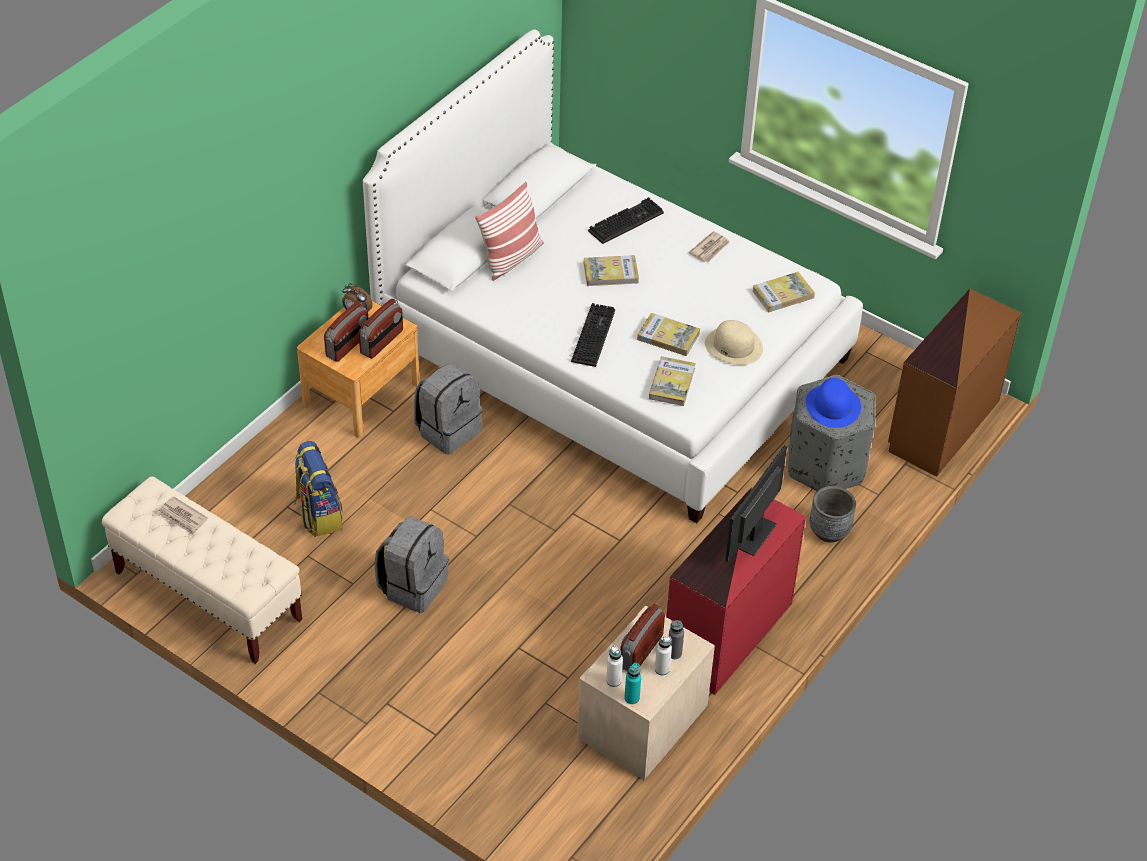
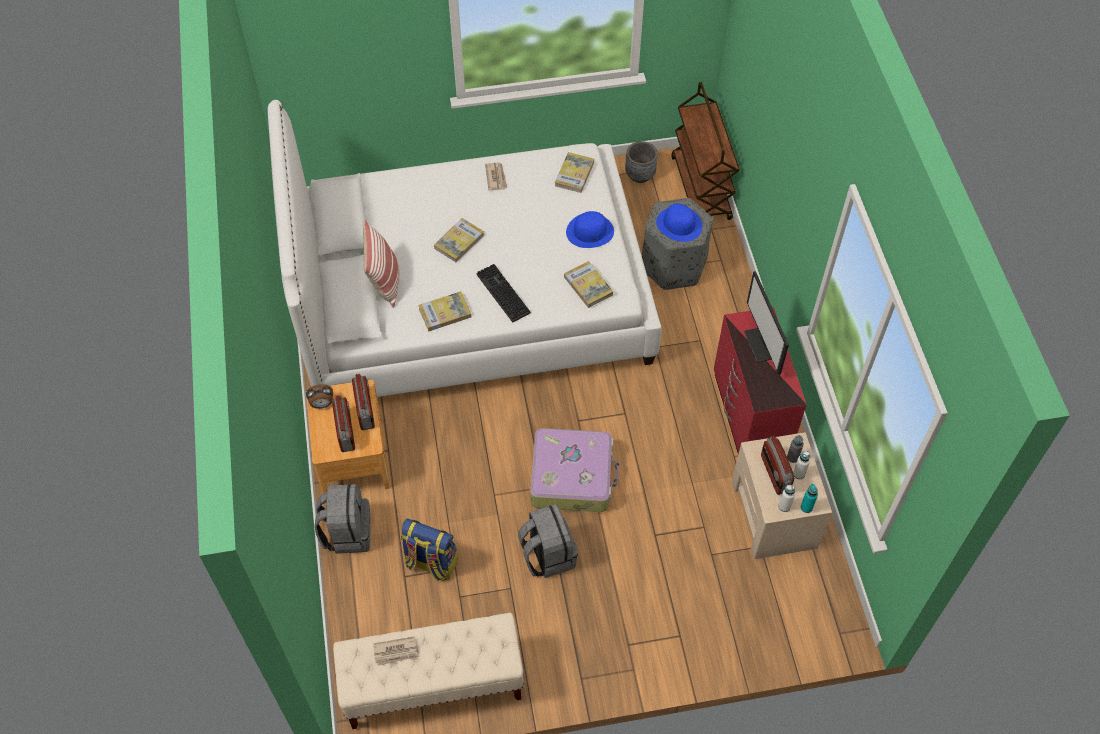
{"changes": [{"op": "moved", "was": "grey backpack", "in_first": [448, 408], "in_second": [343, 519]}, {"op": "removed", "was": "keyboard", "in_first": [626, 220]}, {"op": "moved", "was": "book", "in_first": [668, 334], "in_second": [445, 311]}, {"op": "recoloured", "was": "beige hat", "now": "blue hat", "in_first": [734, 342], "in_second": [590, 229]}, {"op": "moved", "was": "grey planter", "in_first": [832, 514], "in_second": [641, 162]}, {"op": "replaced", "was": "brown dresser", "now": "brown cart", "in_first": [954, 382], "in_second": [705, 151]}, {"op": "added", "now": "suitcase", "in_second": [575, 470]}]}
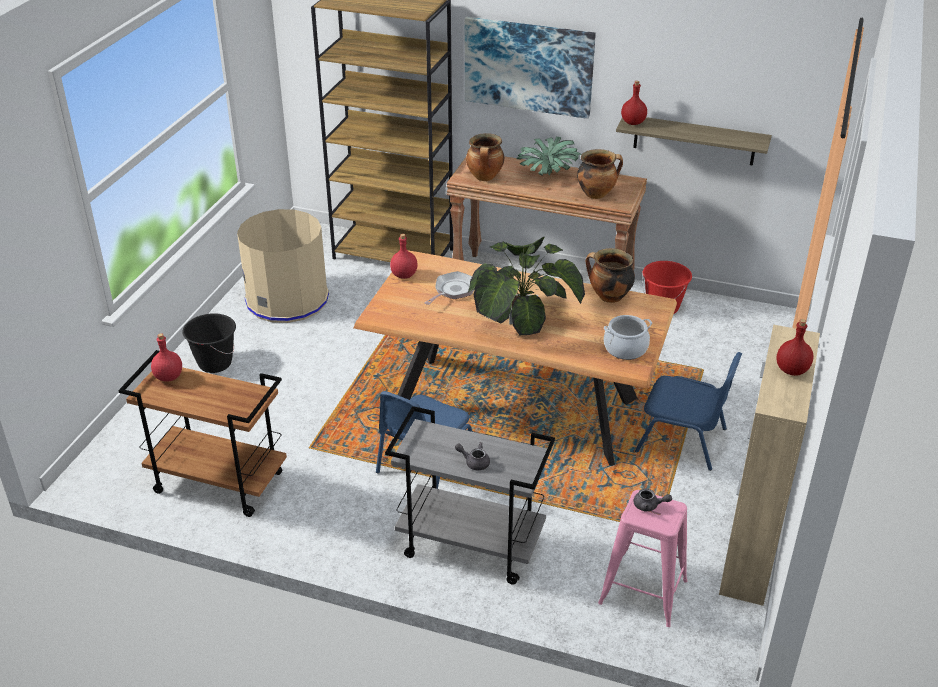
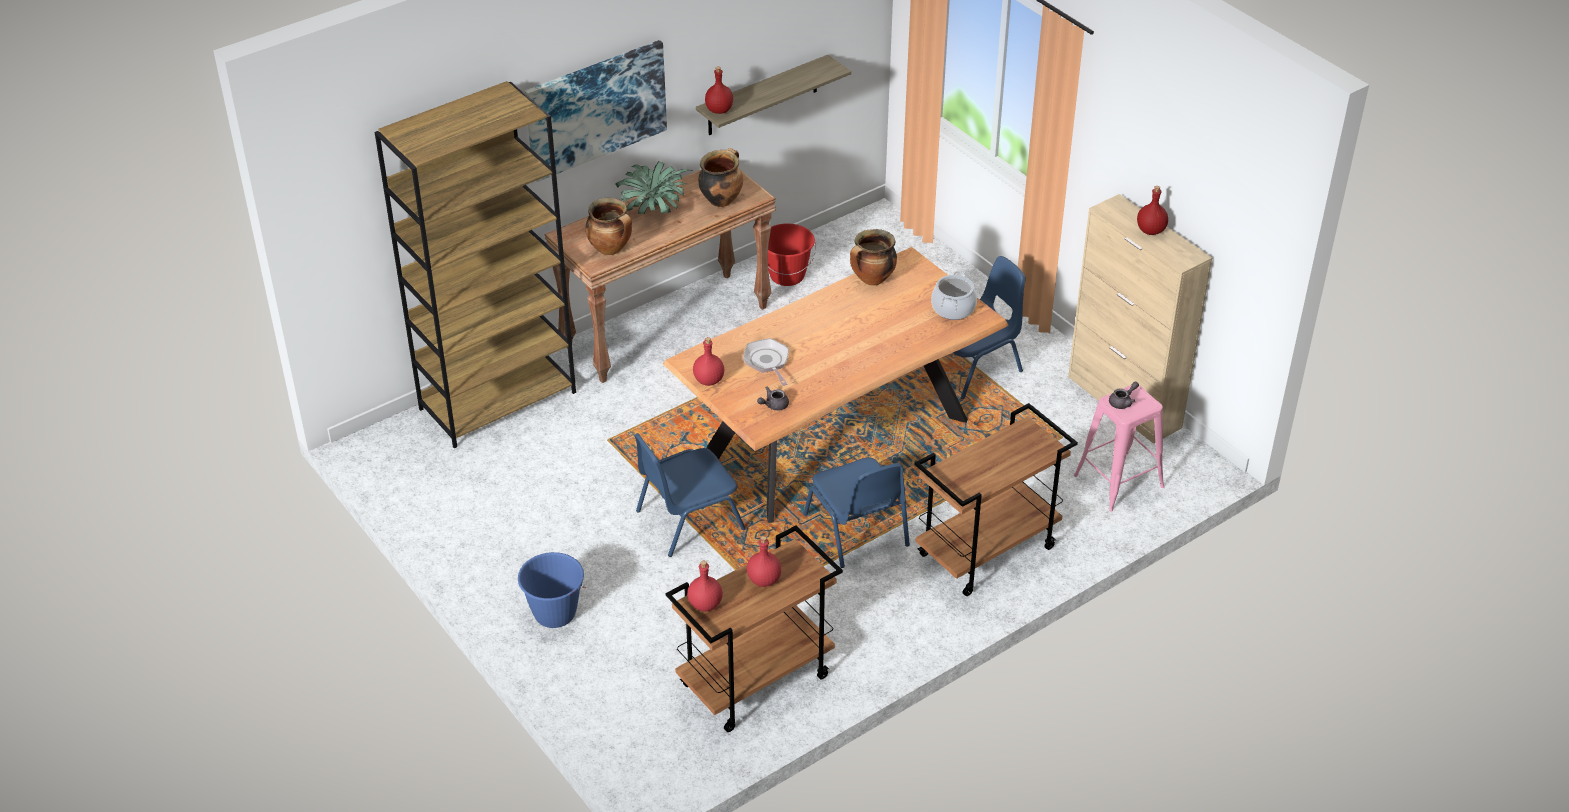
{"changes": [{"op": "recoloured", "was": "black bucket", "now": "blue bucket", "in_first": [209, 343], "in_second": [552, 590]}, {"op": "removed", "was": "beige trash can", "in_first": [283, 266]}, {"op": "recoloured", "was": "grey cart", "now": "brown cart", "in_first": [470, 495], "in_second": [996, 499]}, {"op": "moved", "was": "grey teapot", "in_first": [472, 456], "in_second": [773, 399]}, {"op": "removed", "was": "potted plant", "in_first": [526, 285]}, {"op": "added", "now": "blue chair", "in_second": [690, 495]}, {"op": "added", "now": "red bottle", "in_second": [764, 561]}]}
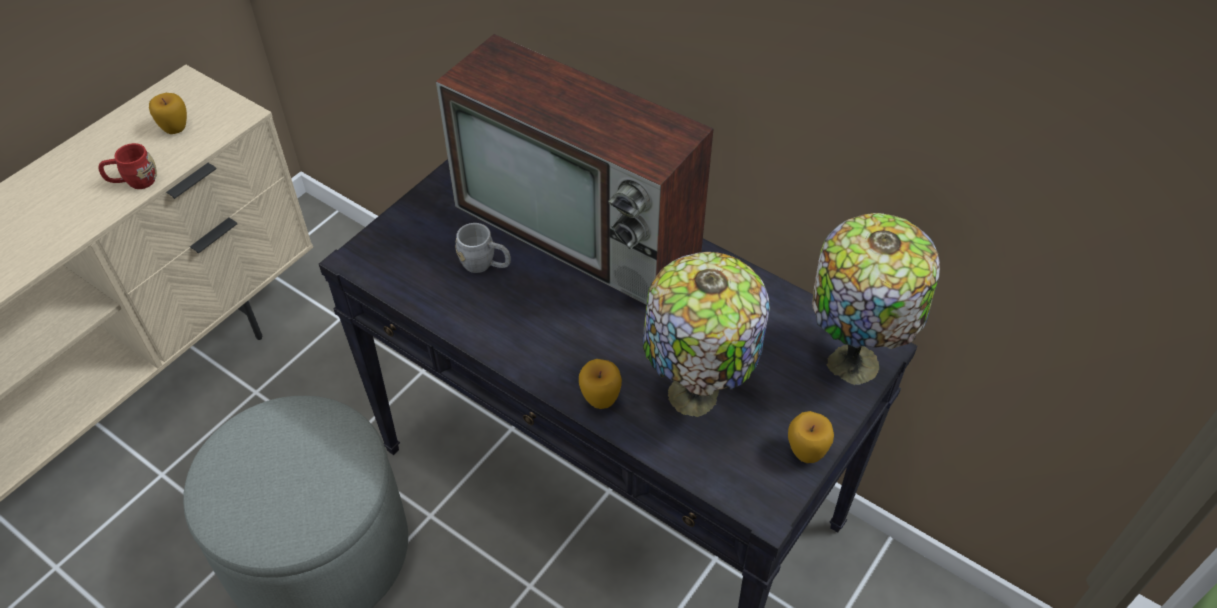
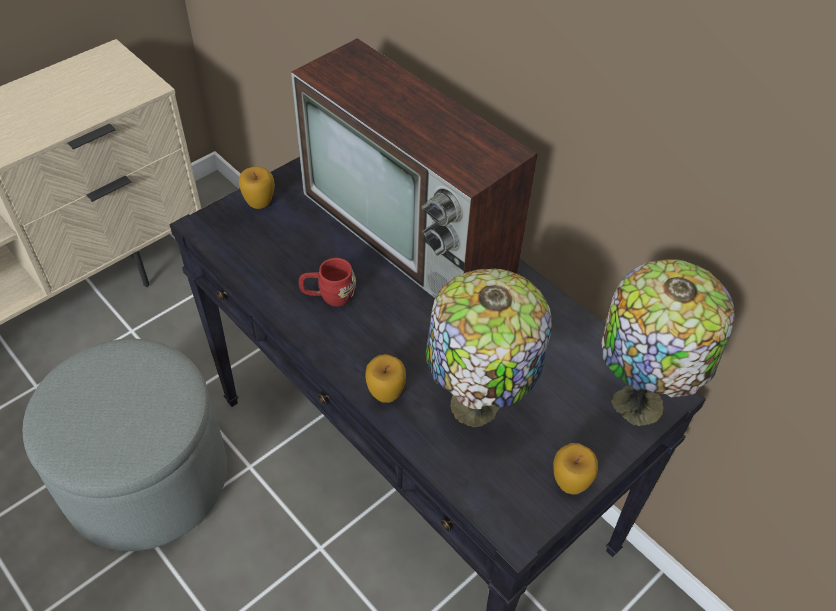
{"changes": [{"op": "moved", "was": "red mug", "in_first": [127, 166], "in_second": [327, 282]}, {"op": "moved", "was": "apple", "in_first": [168, 113], "in_second": [257, 187]}, {"op": "removed", "was": "grey mug", "in_first": [483, 248]}]}
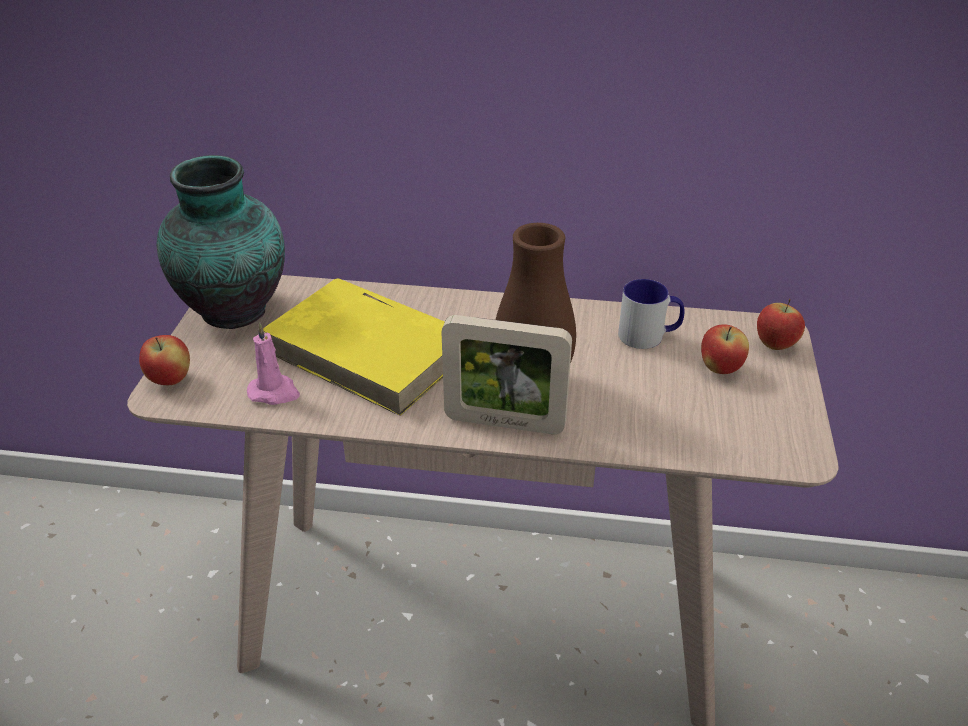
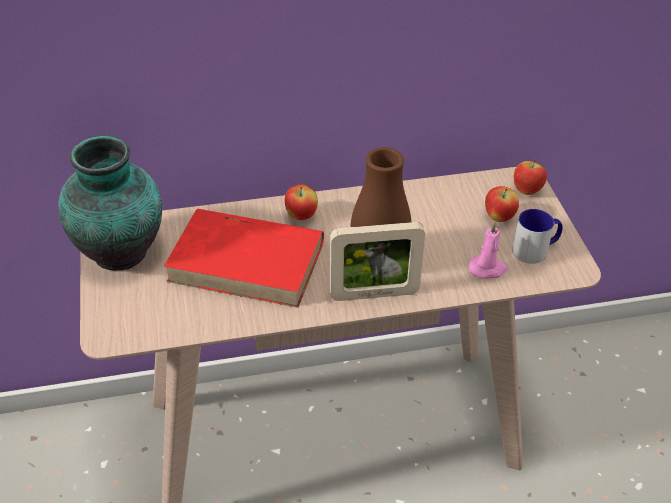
{"changes": [{"op": "moved", "was": "apple", "in_first": [164, 360], "in_second": [301, 202]}, {"op": "moved", "was": "pink candle", "in_first": [273, 363], "in_second": [488, 250]}, {"op": "recoloured", "was": "yellow book", "now": "red book", "in_first": [354, 347], "in_second": [244, 258]}, {"op": "moved", "was": "mug", "in_first": [651, 314], "in_second": [537, 236]}]}
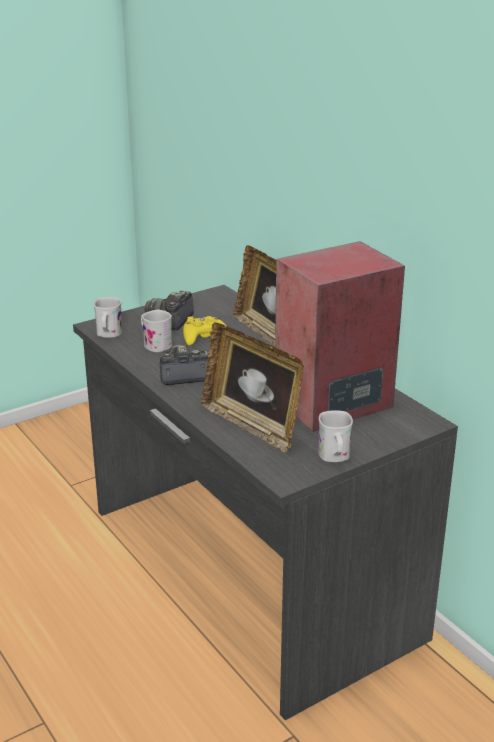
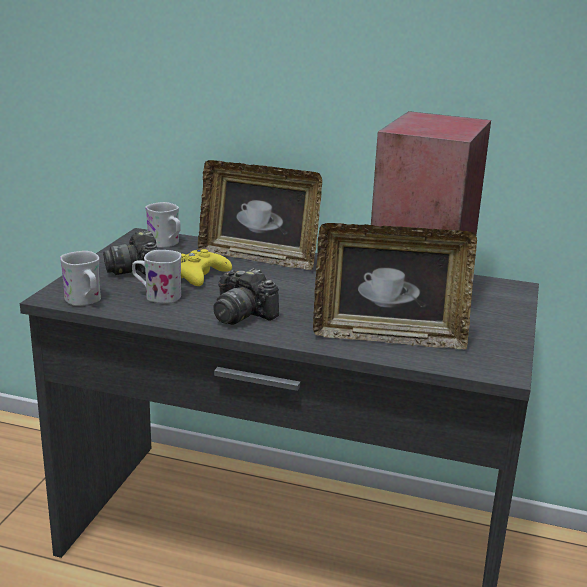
{"changes": [{"op": "turned", "was": "photo camera", "in_first": [184, 365], "in_second": [246, 296], "clockwise": -90}, {"op": "moved", "was": "white mug", "in_first": [335, 436], "in_second": [163, 225]}]}
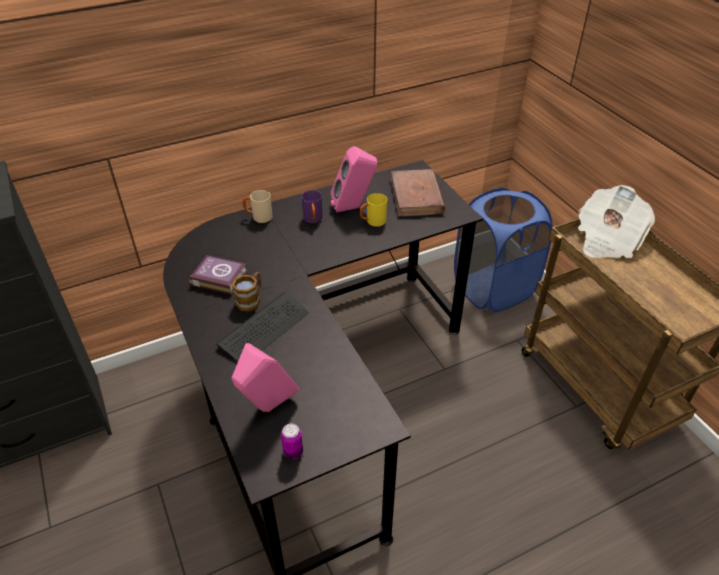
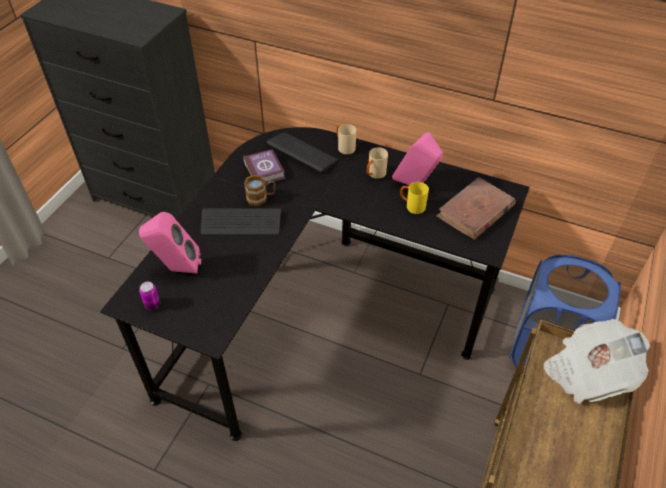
{"changes": [{"op": "recoloured", "was": "purple mug", "now": "beige mug", "in_first": [312, 206], "in_second": [377, 162]}, {"op": "added", "now": "keyboard", "in_second": [302, 153]}]}
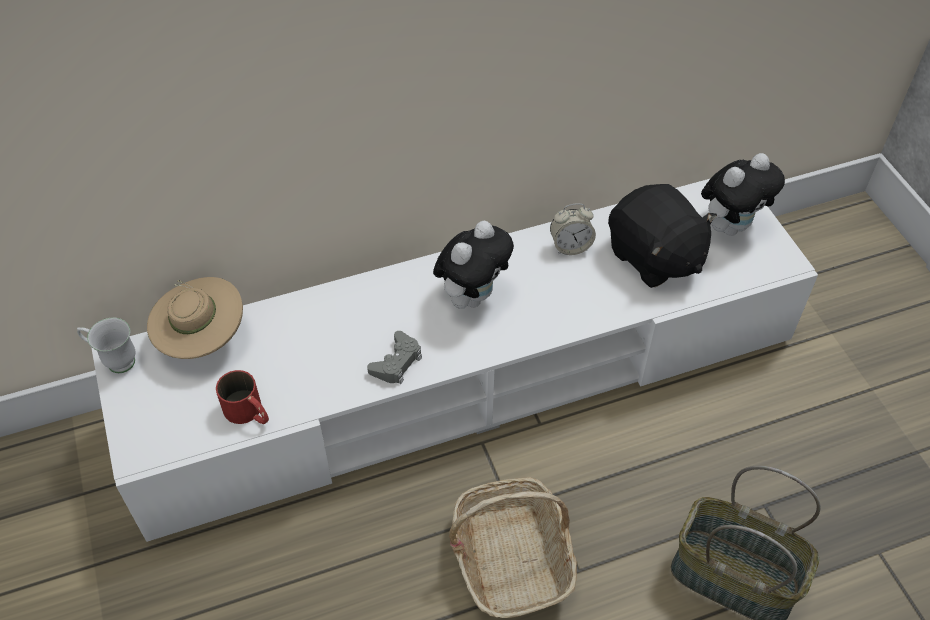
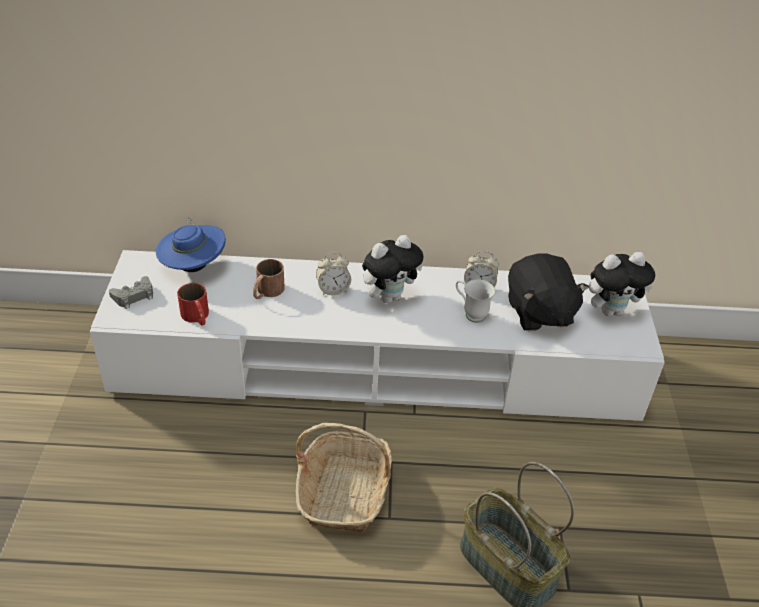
{"changes": [{"op": "moved", "was": "white mug", "in_first": [106, 345], "in_second": [475, 301]}, {"op": "recoloured", "was": "beige hat", "now": "blue hat", "in_first": [195, 318], "in_second": [191, 245]}, {"op": "moved", "was": "grey game controller", "in_first": [394, 357], "in_second": [131, 292]}, {"op": "added", "now": "brown mug", "in_second": [269, 279]}, {"op": "added", "now": "alarm clock", "in_second": [333, 274]}]}
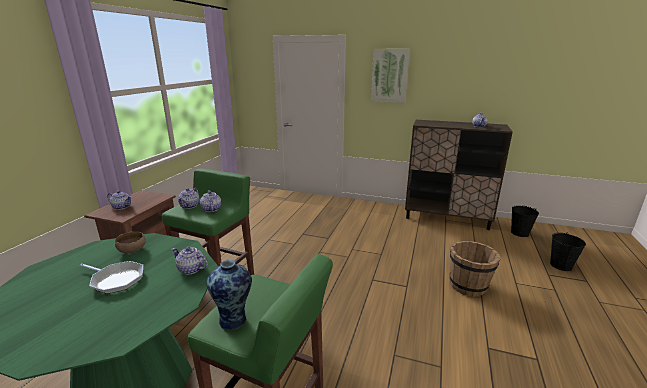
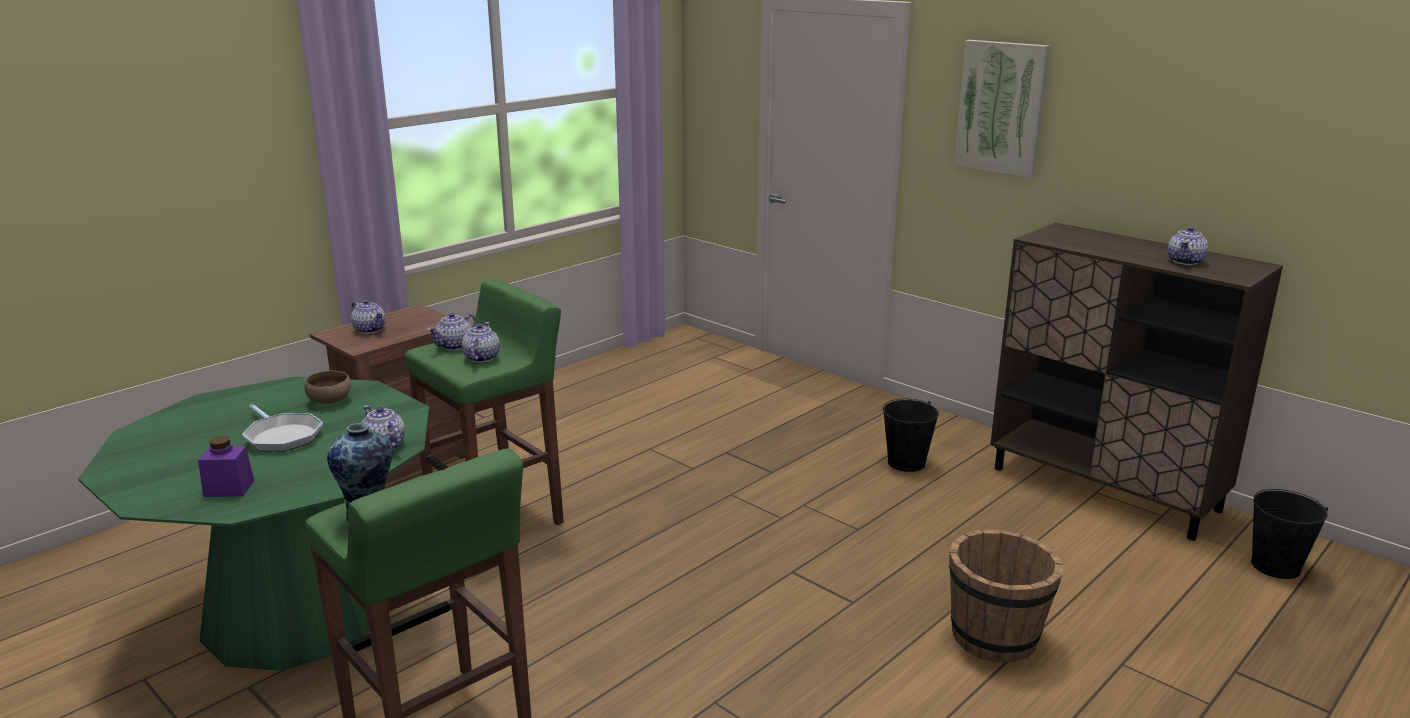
{"changes": [{"op": "moved", "was": "black bucket", "in_first": [568, 252], "in_second": [911, 435]}, {"op": "added", "now": "purple jar", "in_second": [226, 466]}]}
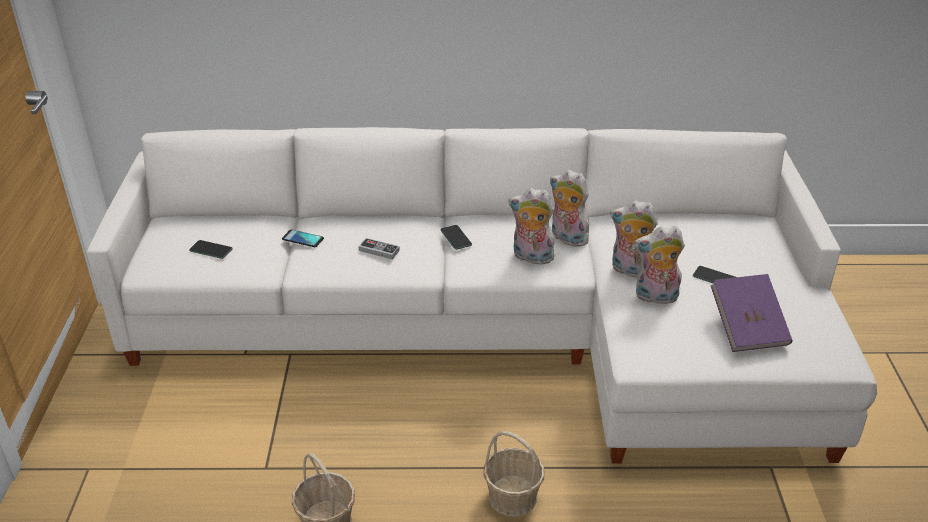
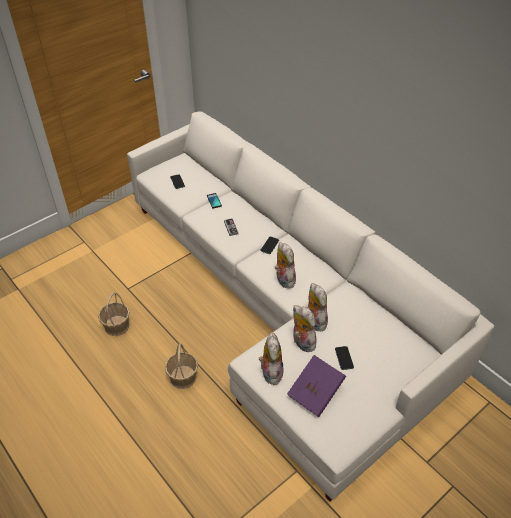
{"changes": [{"op": "moved", "was": "plush toy", "in_first": [570, 208], "in_second": [271, 358]}]}
